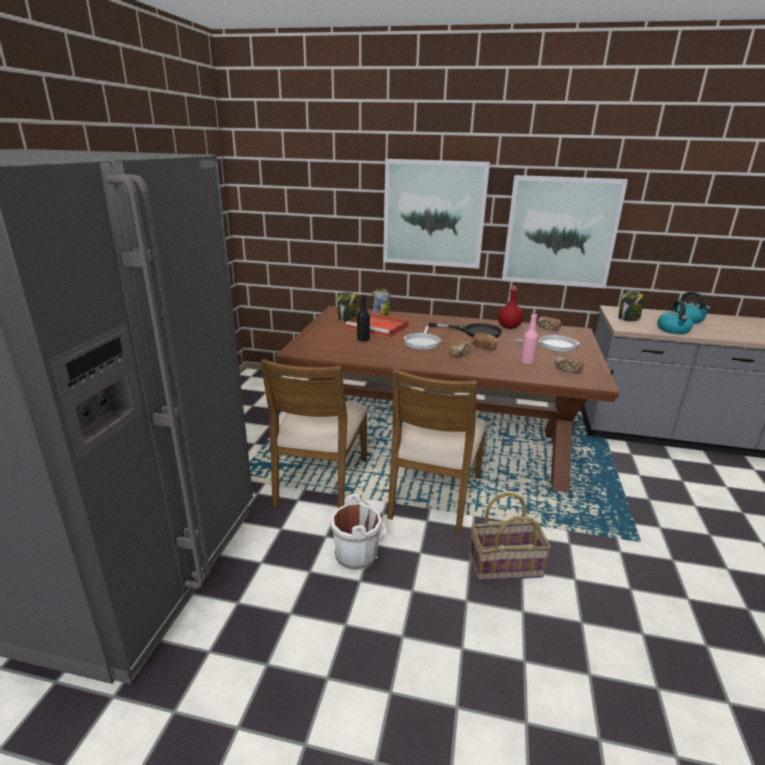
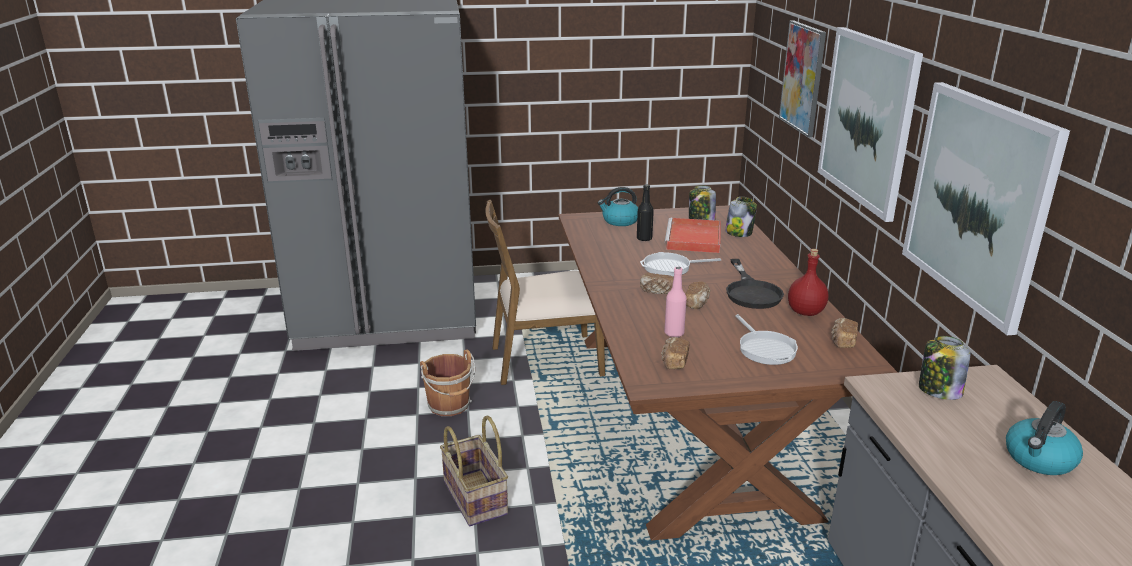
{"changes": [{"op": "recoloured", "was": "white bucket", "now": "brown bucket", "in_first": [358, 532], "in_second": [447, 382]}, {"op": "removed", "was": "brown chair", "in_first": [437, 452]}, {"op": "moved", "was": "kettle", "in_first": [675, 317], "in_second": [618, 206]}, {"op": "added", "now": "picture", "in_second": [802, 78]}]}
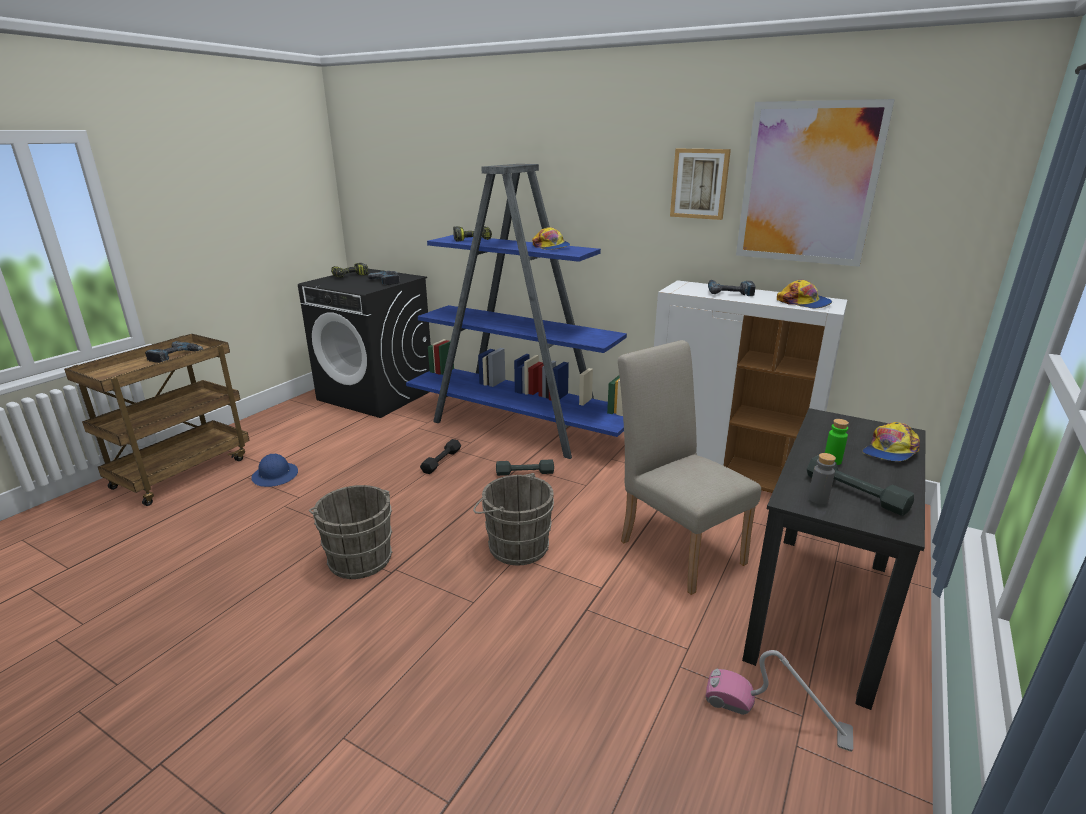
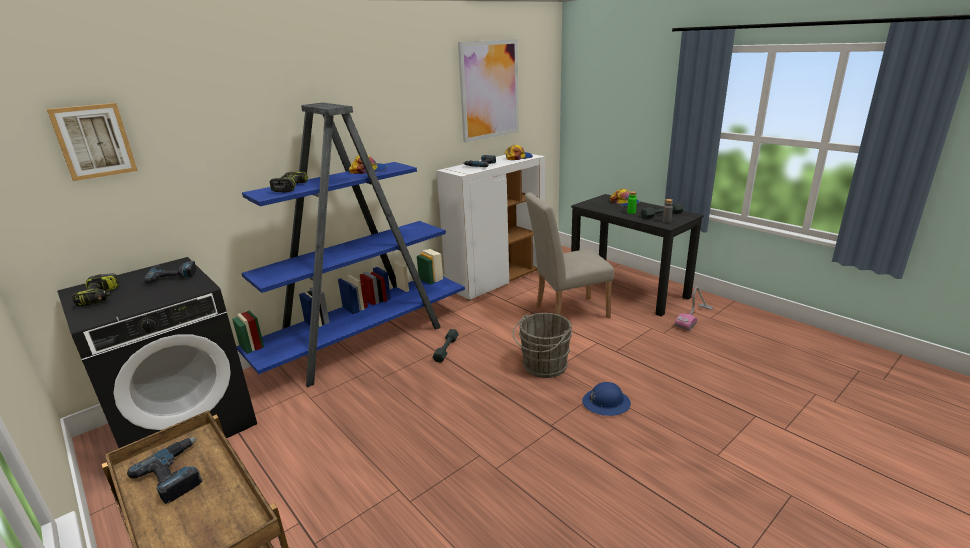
{"changes": [{"op": "moved", "was": "blue hard hat", "in_first": [274, 470], "in_second": [606, 399]}, {"op": "removed", "was": "grey bucket", "in_first": [351, 532]}, {"op": "removed", "was": "black dumbbell", "in_first": [440, 456]}, {"op": "moved", "was": "picture", "in_first": [700, 184], "in_second": [92, 142]}]}
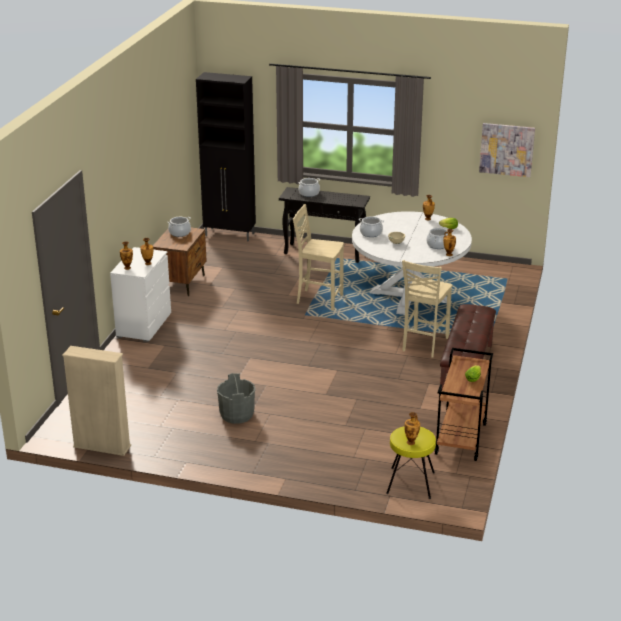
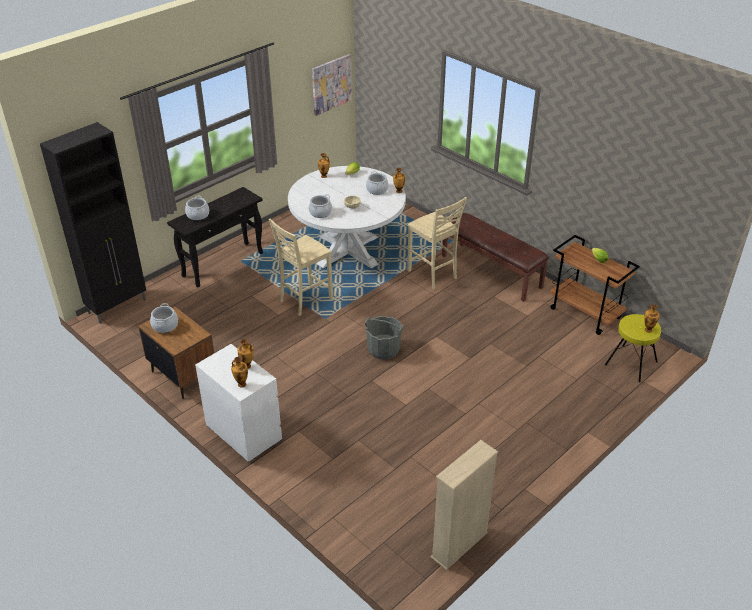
{"changes": [{"op": "moved", "was": "grey bucket", "in_first": [236, 398], "in_second": [384, 338]}]}
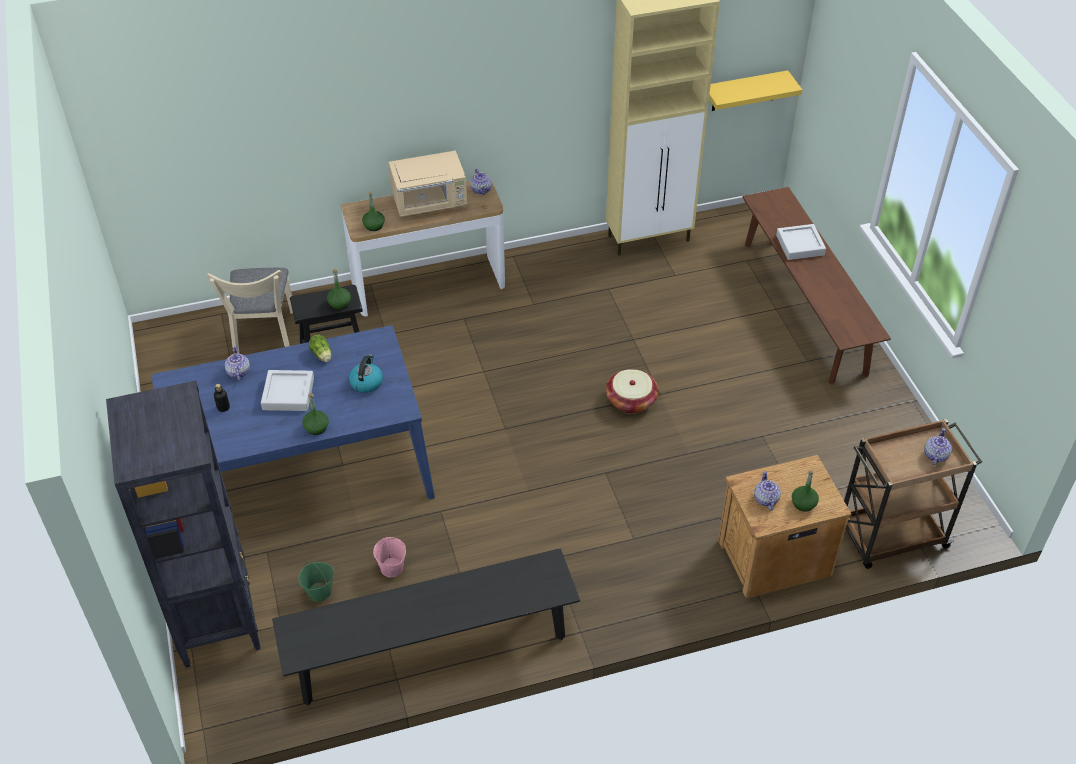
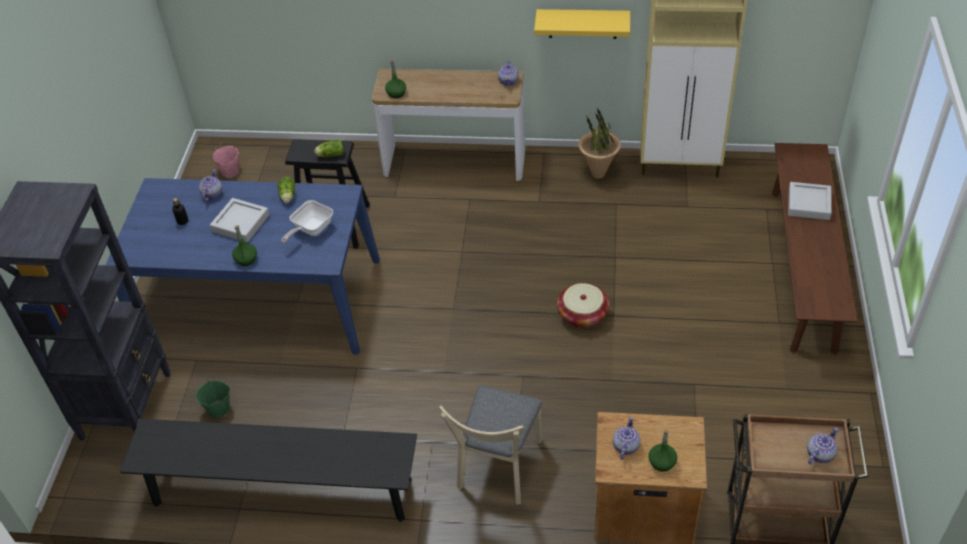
{"changes": [{"op": "moved", "was": "beige chair", "in_first": [250, 310], "in_second": [490, 445]}, {"op": "replaced", "was": "green bottle", "now": "lettuce", "in_first": [339, 289], "in_second": [329, 148]}, {"op": "replaced", "was": "kettle", "now": "frying pan", "in_first": [366, 373], "in_second": [307, 221]}, {"op": "moved", "was": "pink bucket", "in_first": [389, 557], "in_second": [226, 160]}, {"op": "removed", "was": "beige microwave", "in_first": [427, 183]}, {"op": "moved", "was": "yellow shelf", "in_first": [755, 90], "in_second": [582, 24]}, {"op": "added", "now": "potted plant", "in_second": [599, 143]}]}
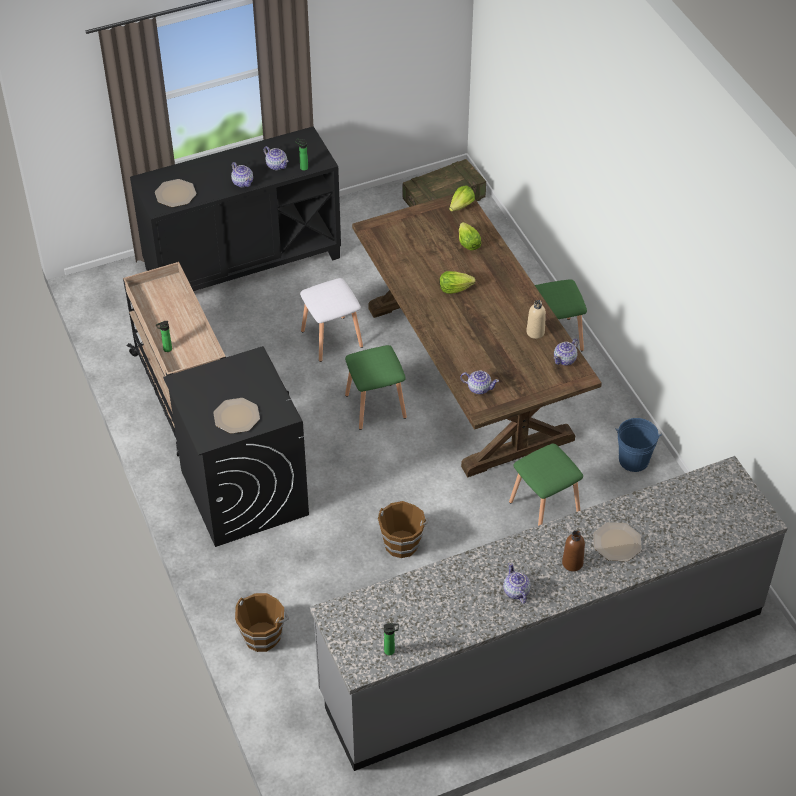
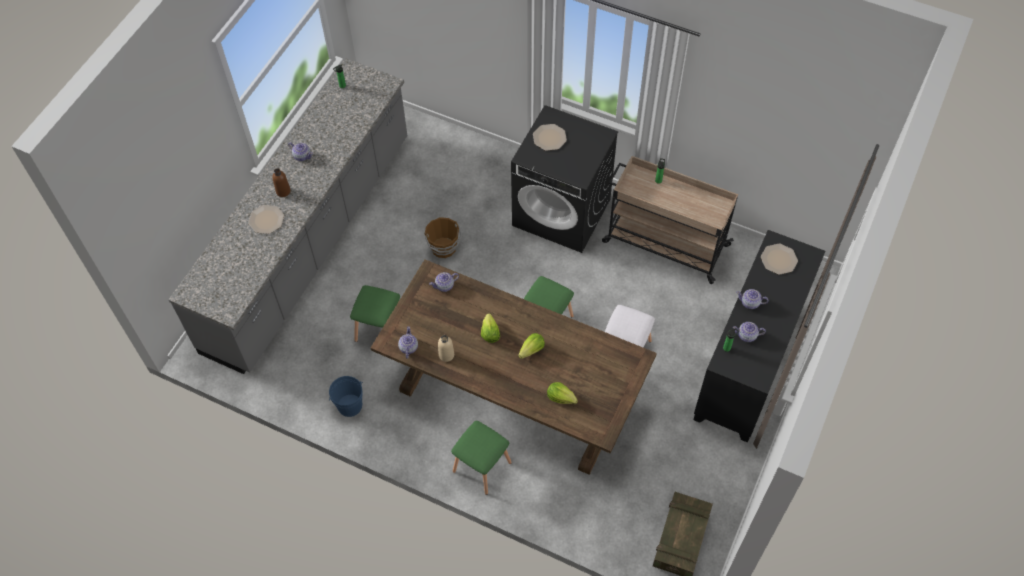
{"changes": [{"op": "removed", "was": "brown bucket", "in_first": [262, 622]}, {"op": "moved", "was": "lettuce", "in_first": [462, 198], "in_second": [490, 328]}]}
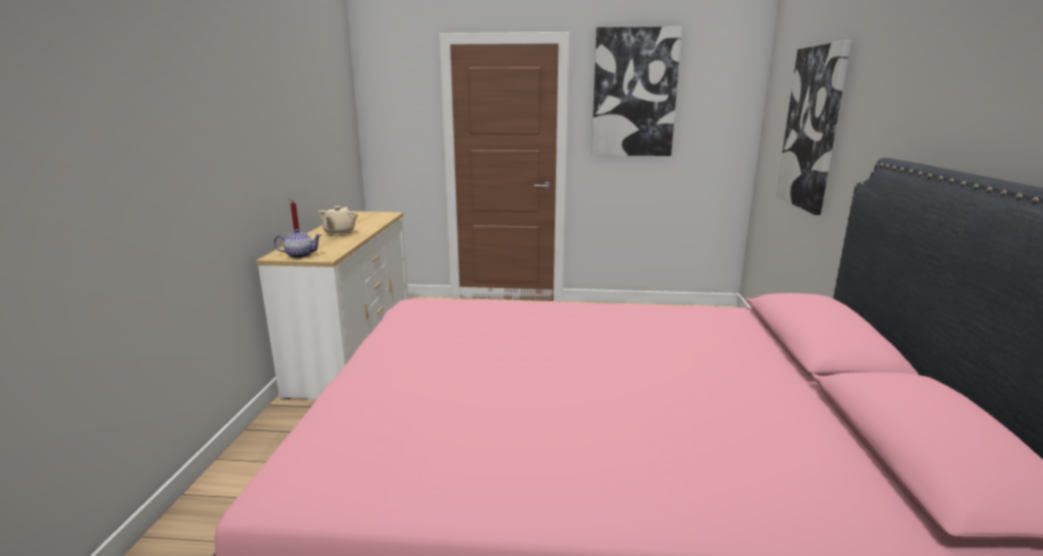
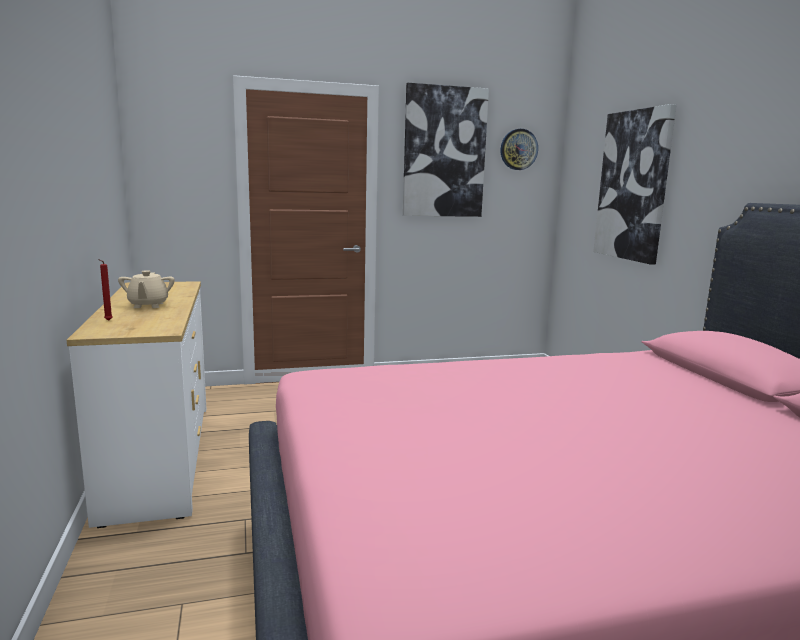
{"changes": [{"op": "removed", "was": "teapot", "in_first": [298, 243]}, {"op": "added", "now": "wall clock", "in_second": [519, 149]}]}
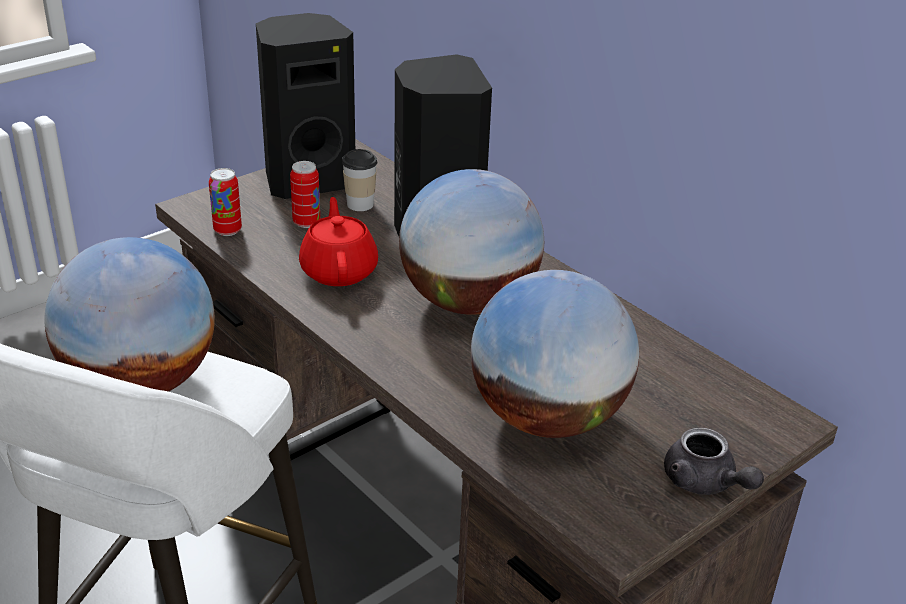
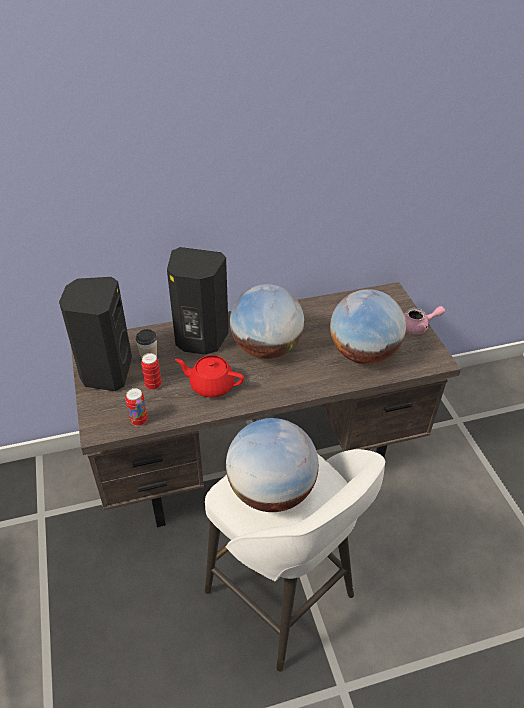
{"changes": [{"op": "recoloured", "was": "grey teapot", "now": "pink teapot", "in_first": [714, 461], "in_second": [424, 320]}]}
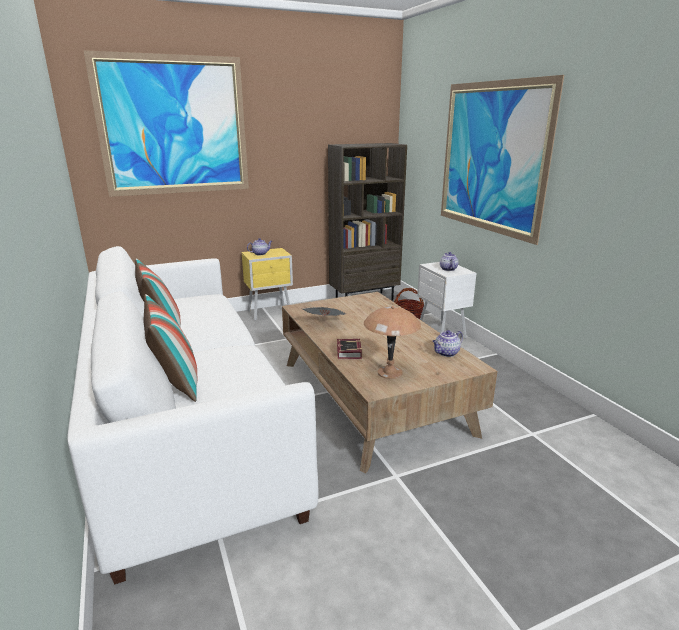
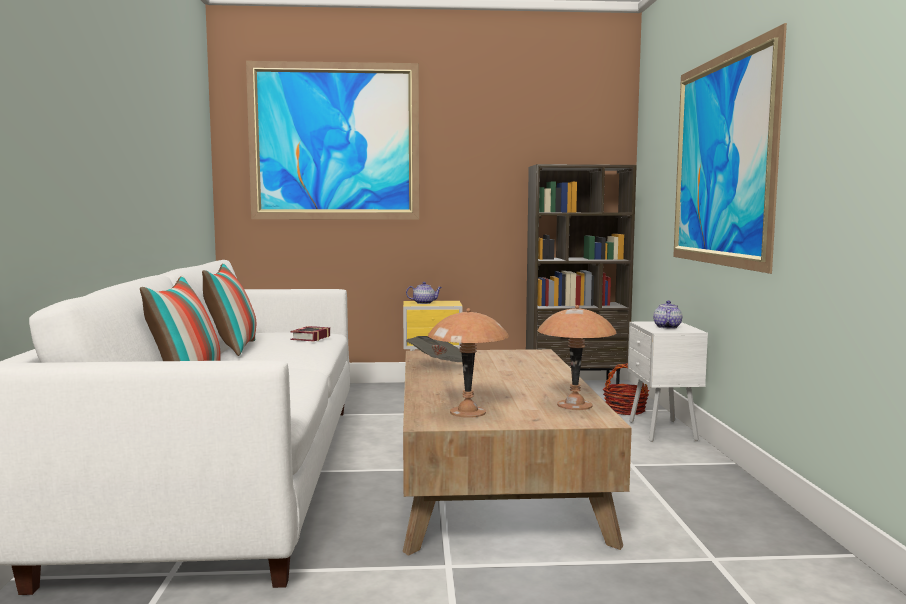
{"changes": [{"op": "moved", "was": "book", "in_first": [349, 349], "in_second": [310, 333]}, {"op": "replaced", "was": "teapot", "now": "brown table lamp", "in_first": [447, 343], "in_second": [576, 357]}]}
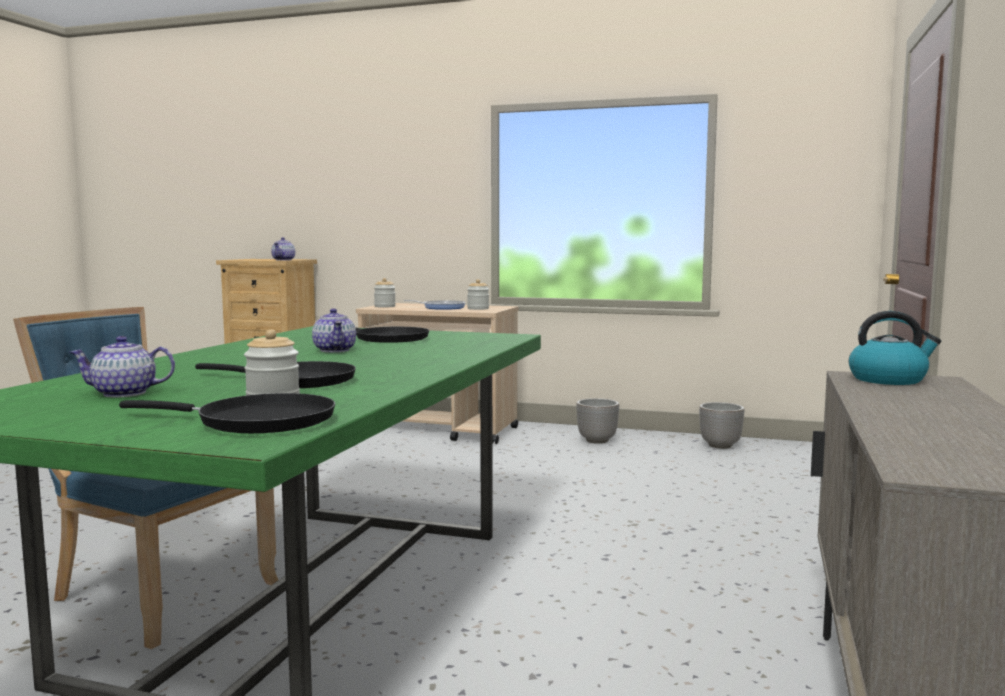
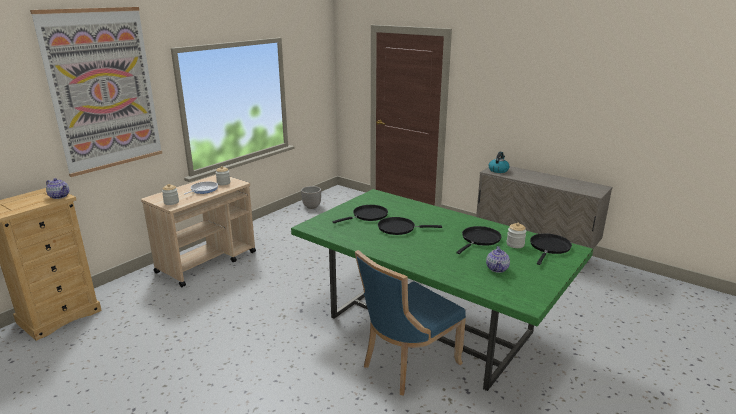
{"changes": [{"op": "replaced", "was": "teapot", "now": "black frying pan", "in_first": [334, 330], "in_second": [410, 226]}, {"op": "removed", "was": "planter", "in_first": [597, 421]}, {"op": "added", "now": "picture", "in_second": [96, 92]}]}
